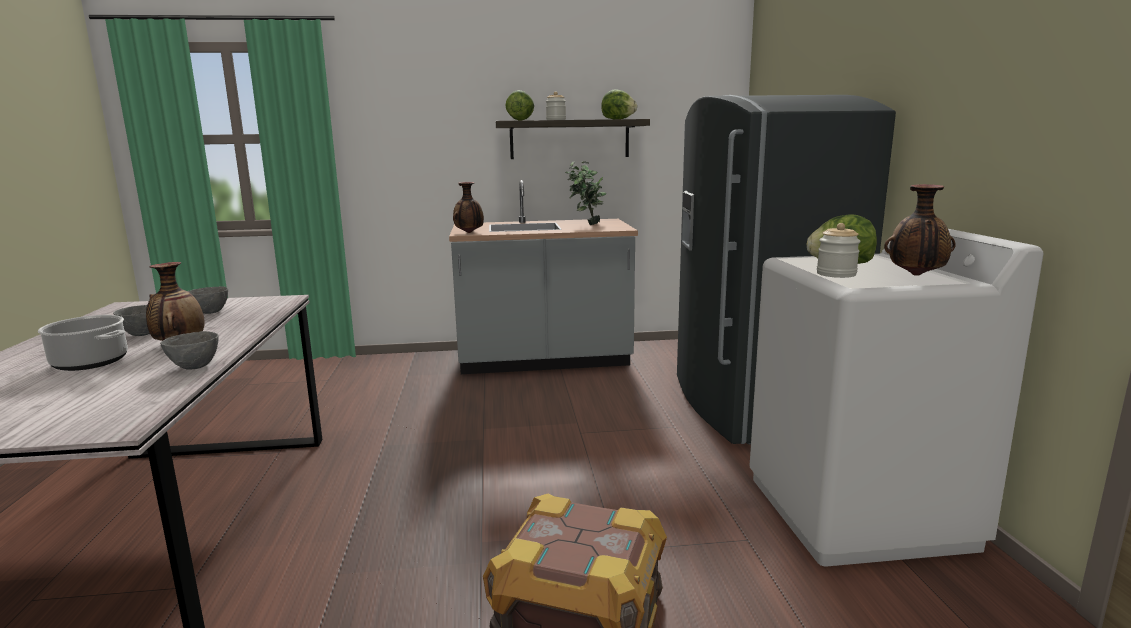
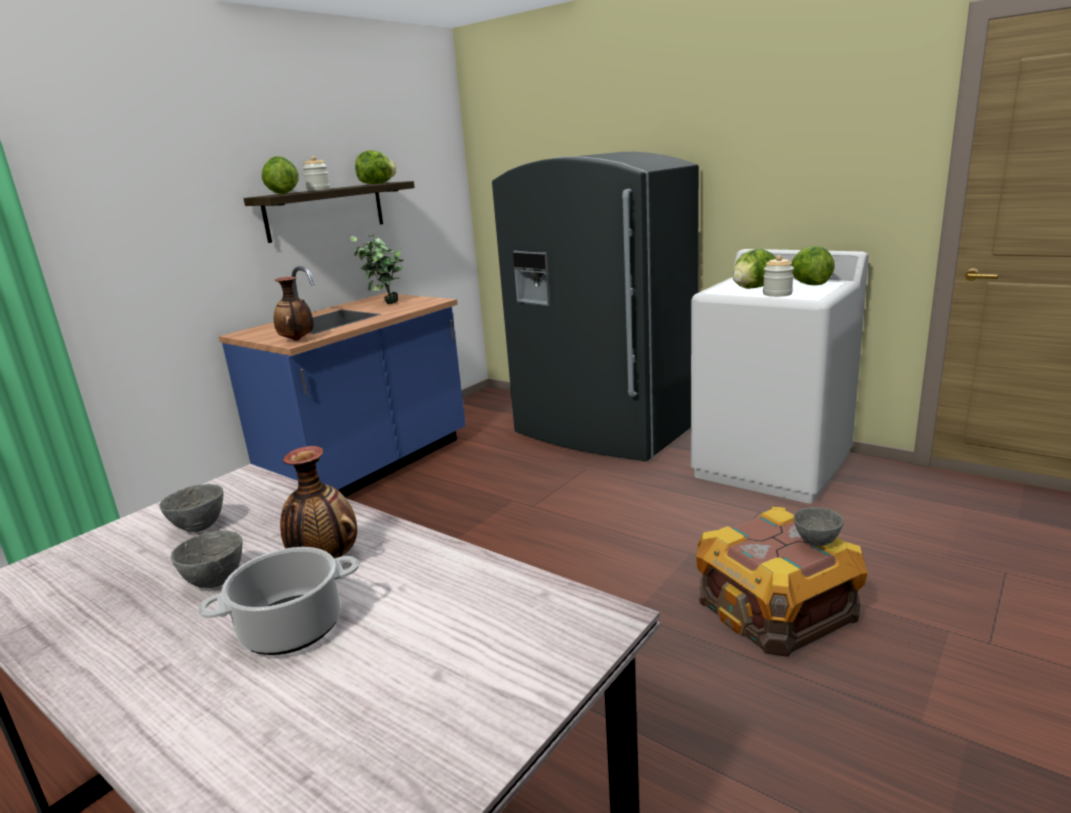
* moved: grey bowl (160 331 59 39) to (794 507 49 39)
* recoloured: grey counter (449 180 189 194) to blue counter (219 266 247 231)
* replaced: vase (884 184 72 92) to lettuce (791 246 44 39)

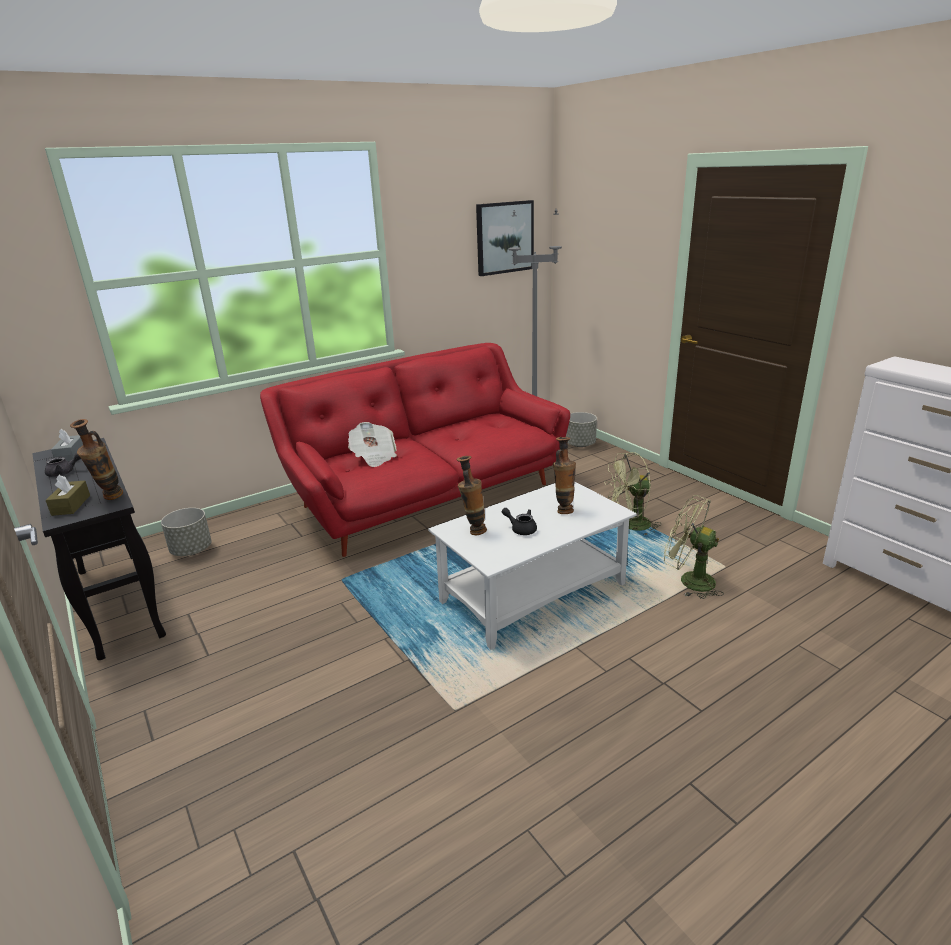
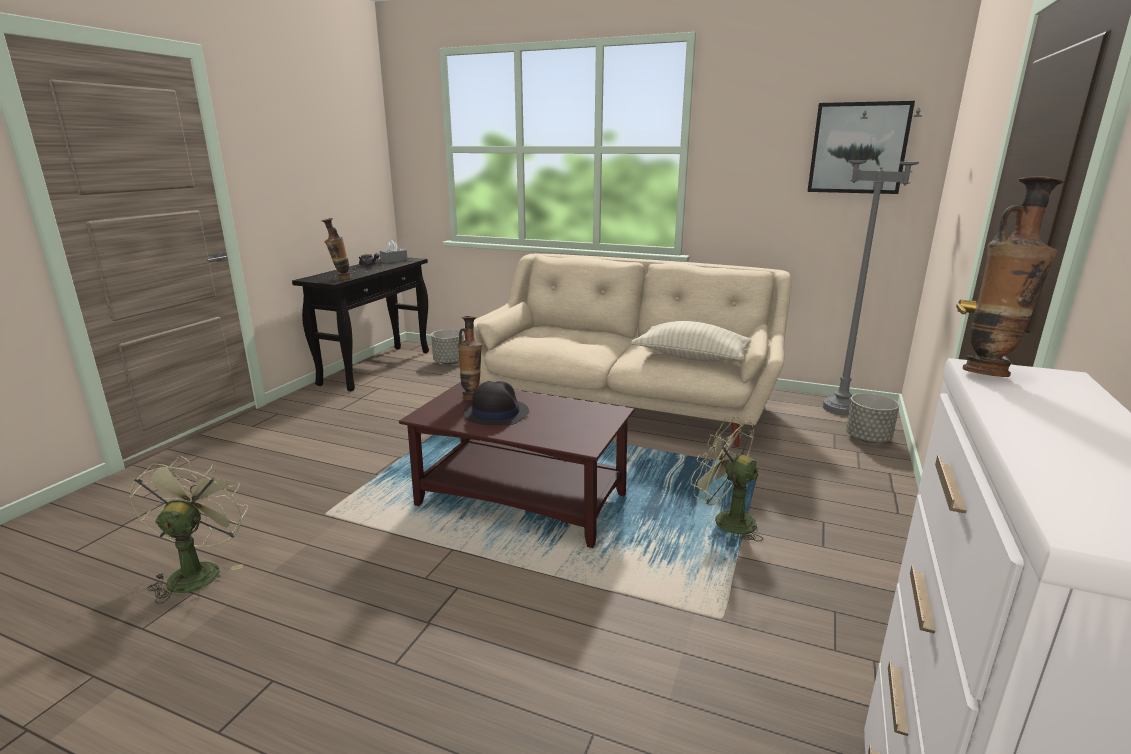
* removed: brown tissue box (46 474 44 42)
* recoloured: red sofa (260 343 310 214) to beige sofa (464 254 328 193)
* removed: newspaper (348 422 49 45)
* recoloured: white coffee table (428 482 209 168) to brown coffee table (399 382 235 166)
* replaced: black teapot (502 508 35 27) to black hat (463 381 66 44)
* moved: vase (553 437 23 77) to (963 177 100 200)
* moved: green fan (664 495 60 104) to (130 456 118 148)
* added: beige pillow (631 321 121 40)

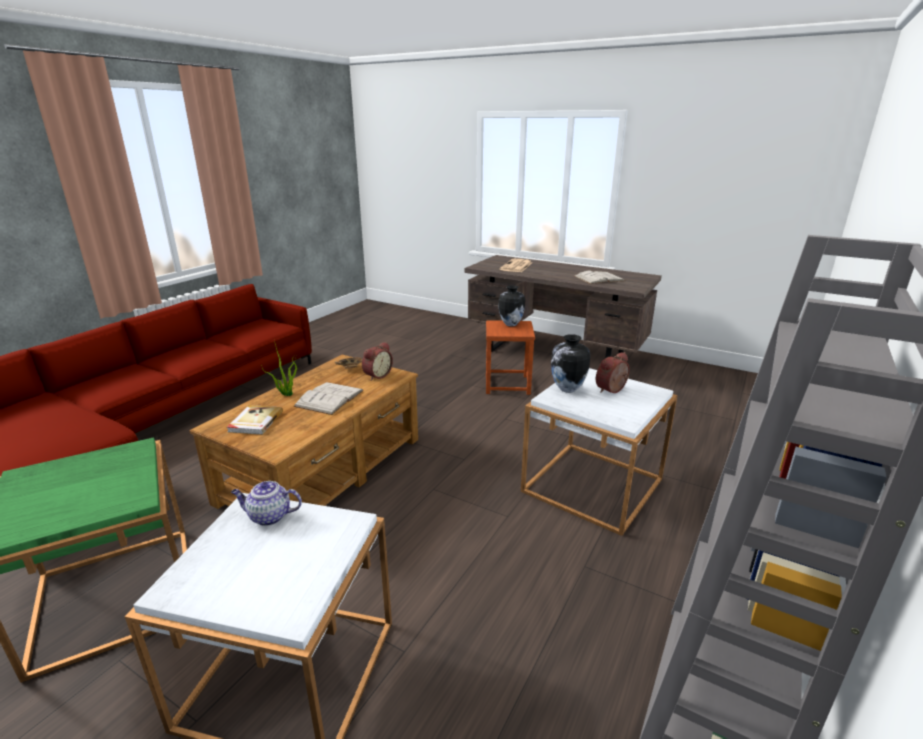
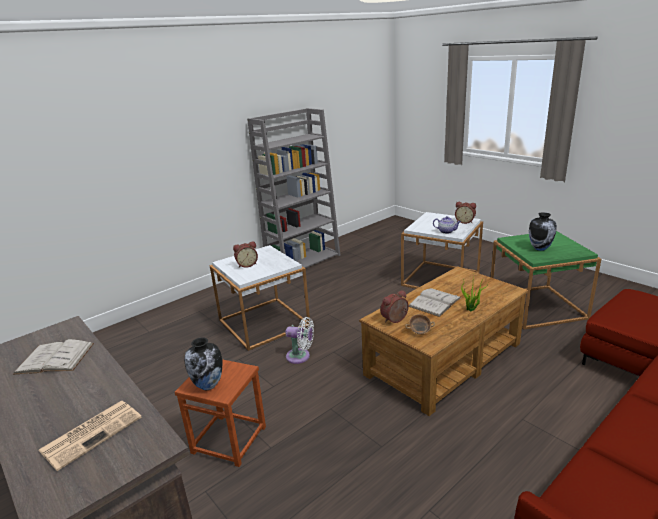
* removed: book (227 405 56 30)
* moved: vase (551 334 39 59) to (529 212 28 39)
* added: white fan (285 317 29 47)
* added: alarm clock (455 202 21 22)

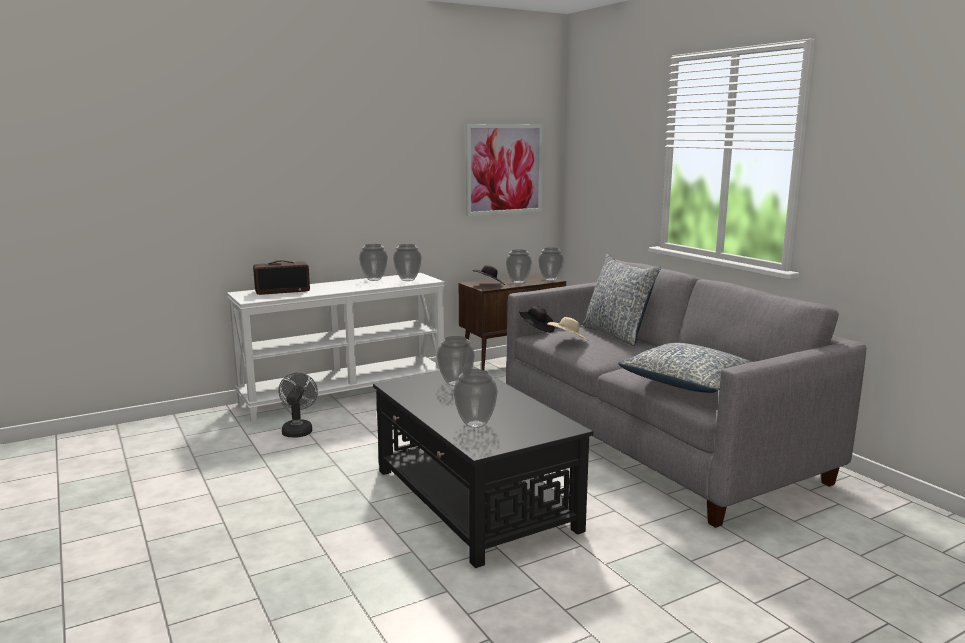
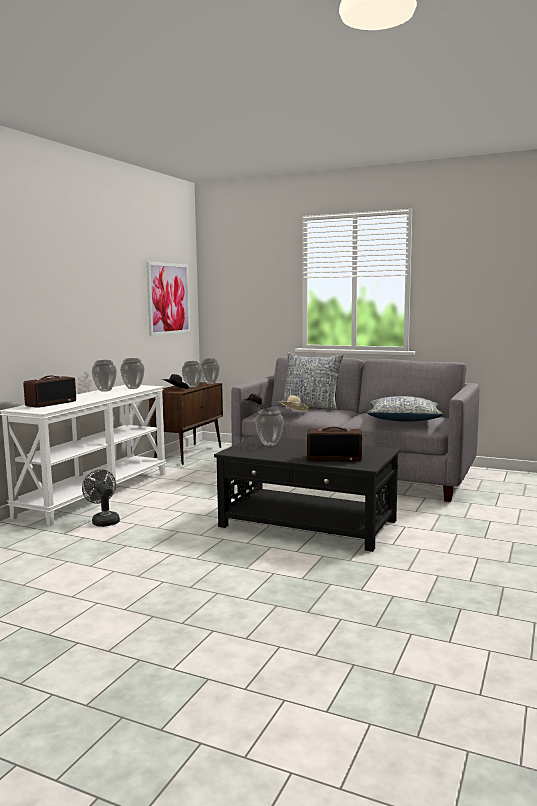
* replaced: vase (453 369 45 59) to radio (307 427 55 34)

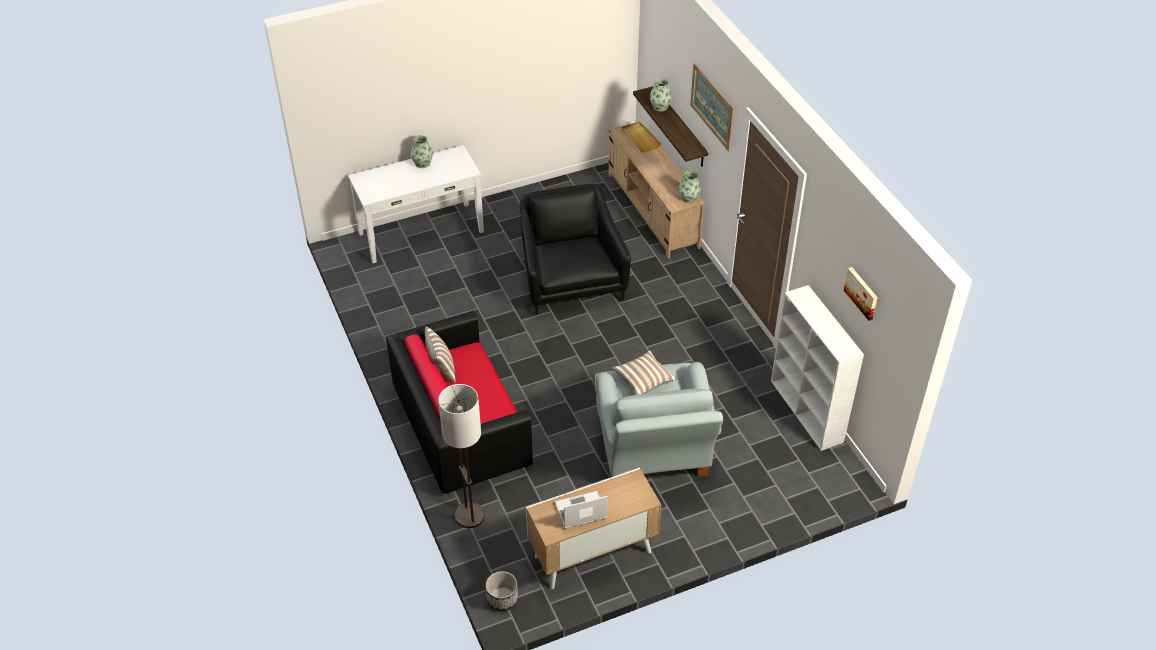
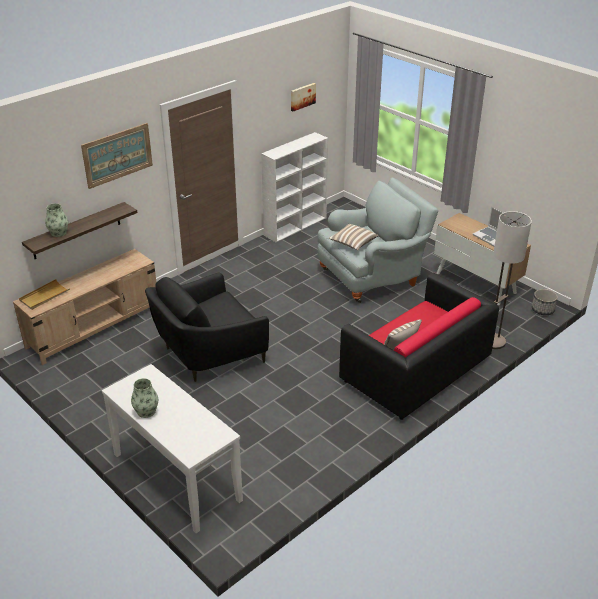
* removed: vase (679 171 22 32)

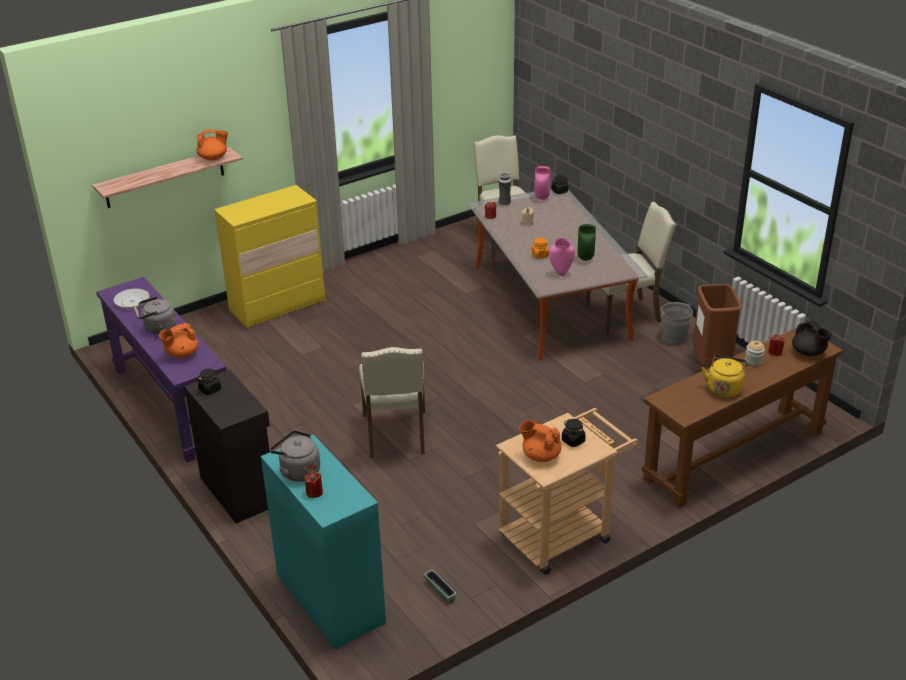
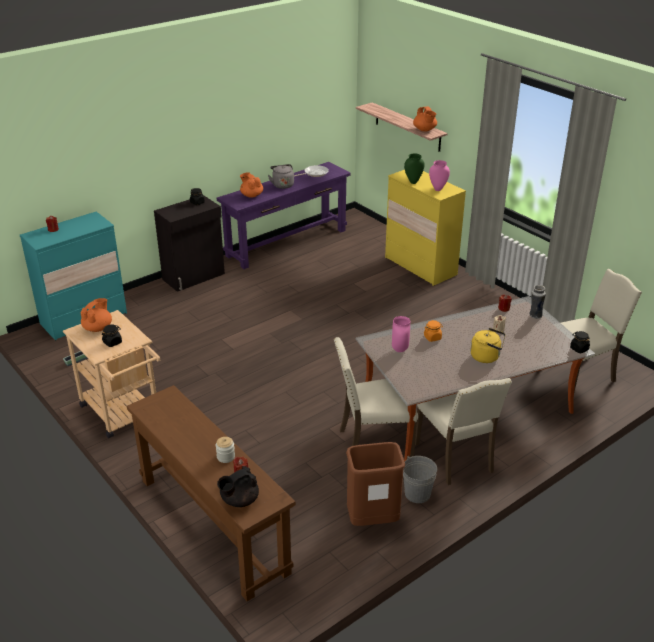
* removed: grey kettle (270 430 50 52)
* moved: beige chair (359 347 66 111) to (334 337 84 120)
* moved: pink vase (535 166 16 34) to (429 160 21 31)
* moved: green vase (577 224 19 37) to (404 154 20 30)
* moved: yellow kettle (702 354 46 43) to (471 328 34 35)

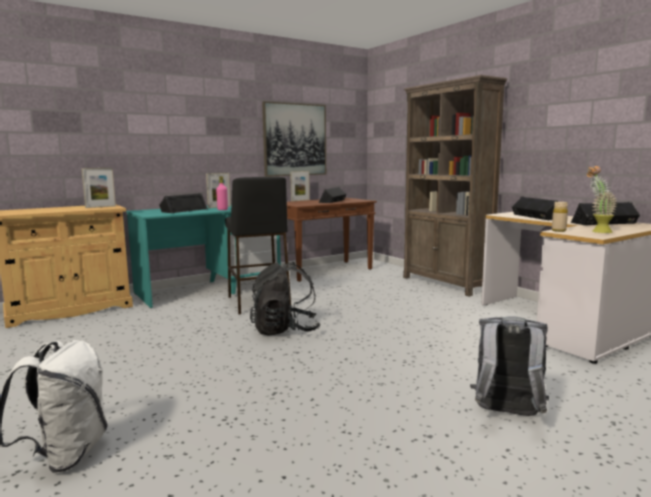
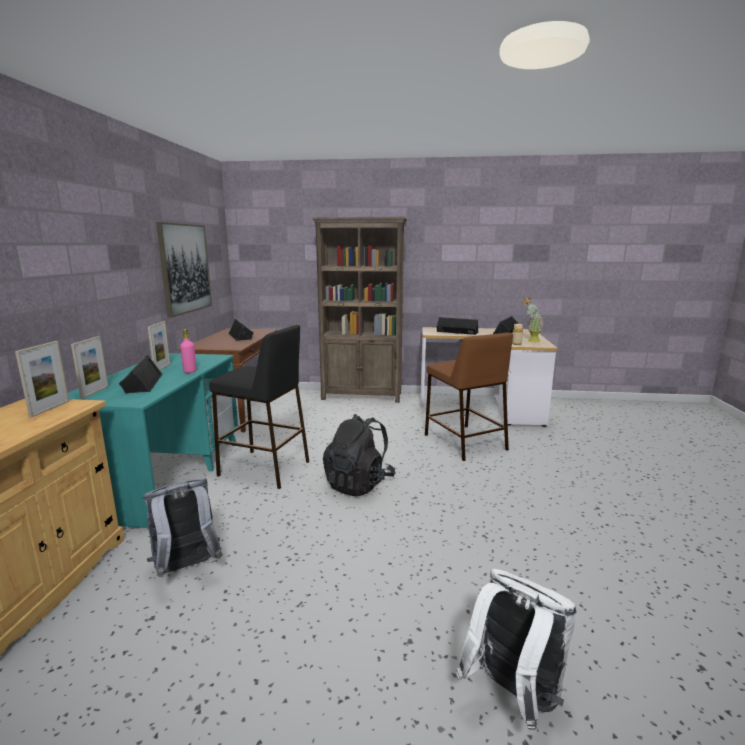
* moved: picture frame (290 171 20 30) to (71 336 37 63)
* moved: grey backpack (470 316 79 100) to (143 478 80 99)
* added: brown stool (425 333 88 128)

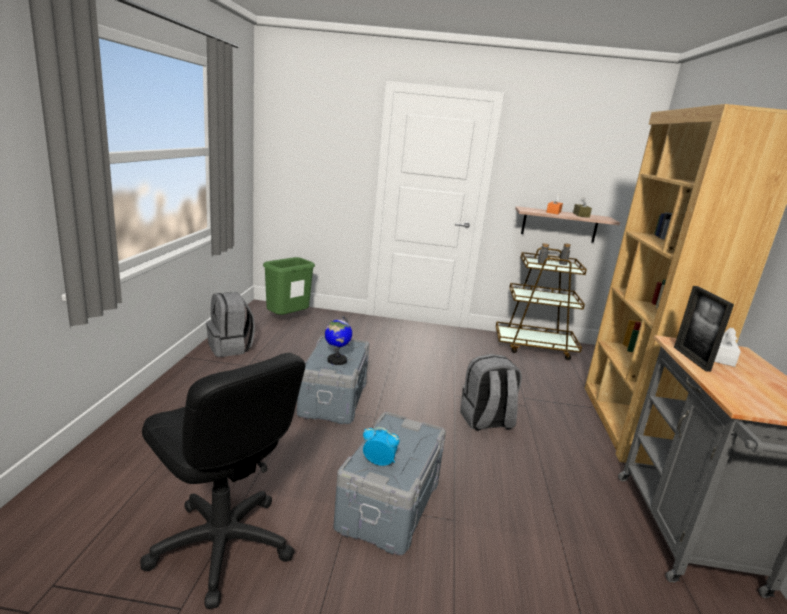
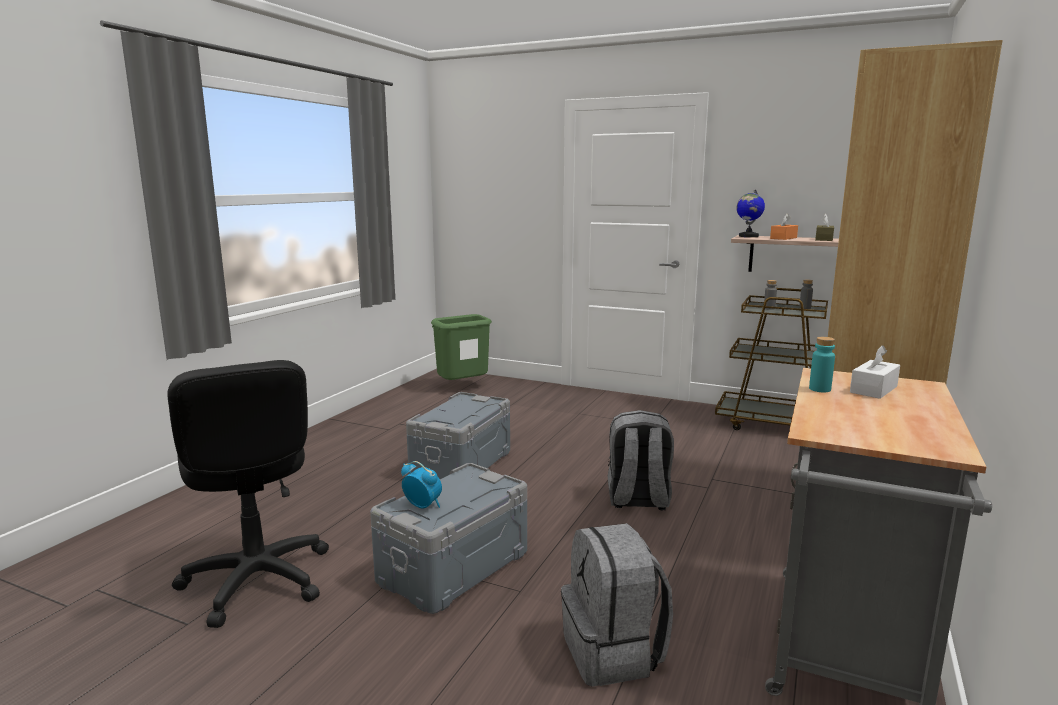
* moved: grey backpack (206 292 49 65) to (561 523 112 164)
* moved: globe (325 316 27 49) to (736 189 29 48)
* replaced: picture frame (674 286 60 86) to turquoise bottle (809 337 26 55)

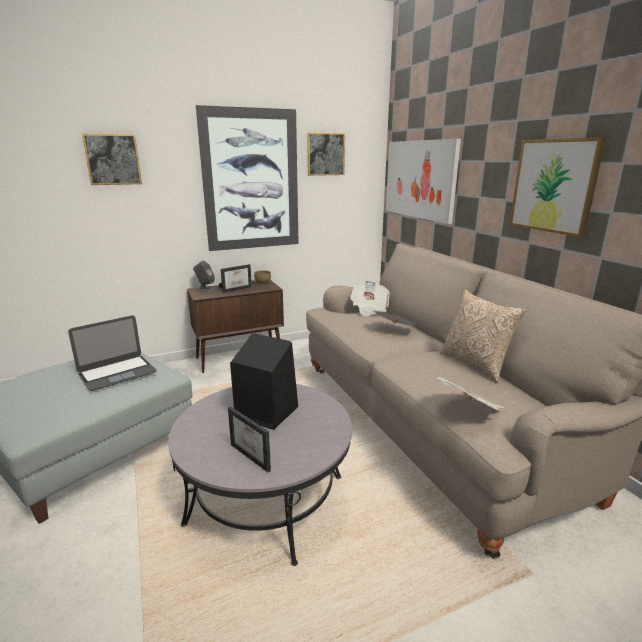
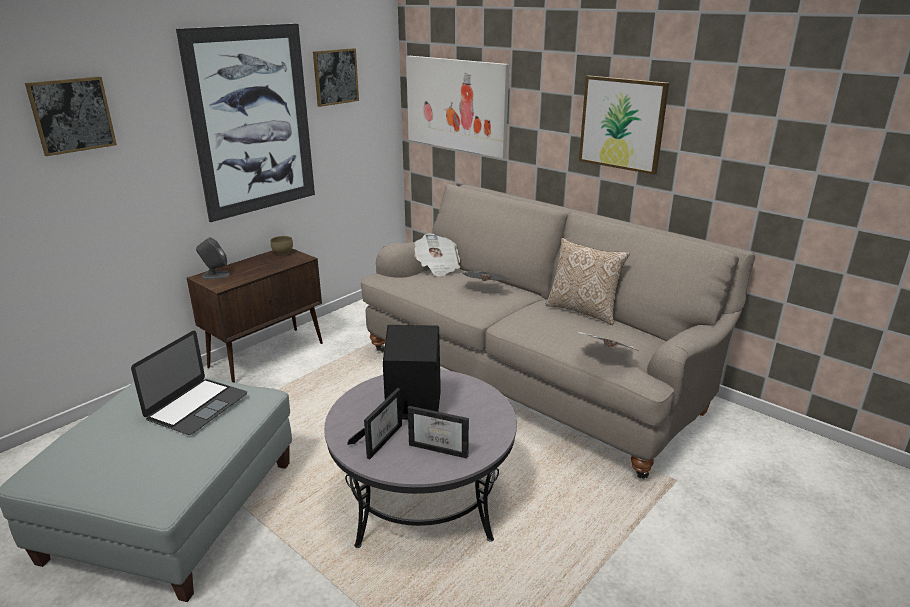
* moved: picture frame (219 264 33 29) to (347 388 55 71)

